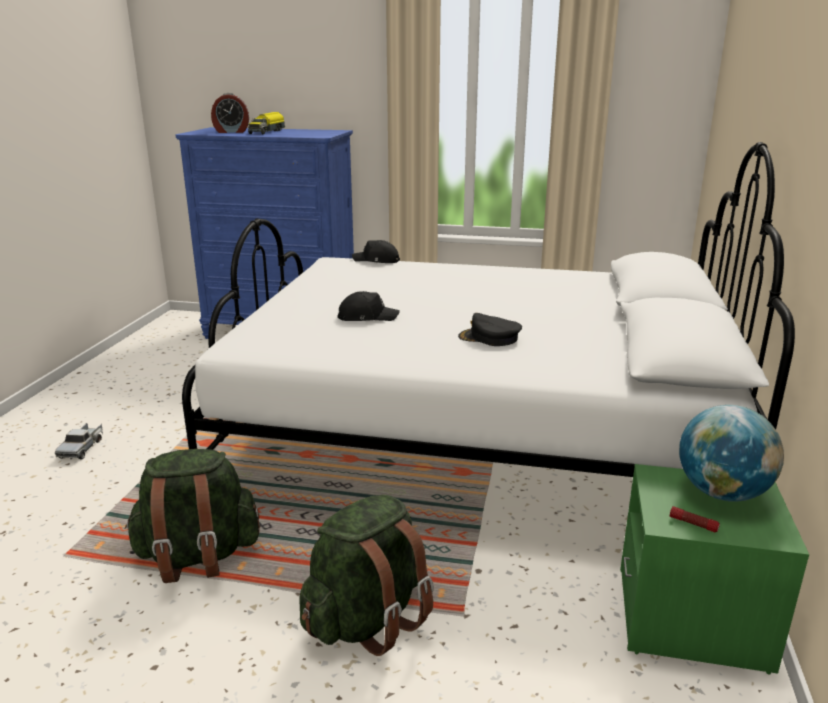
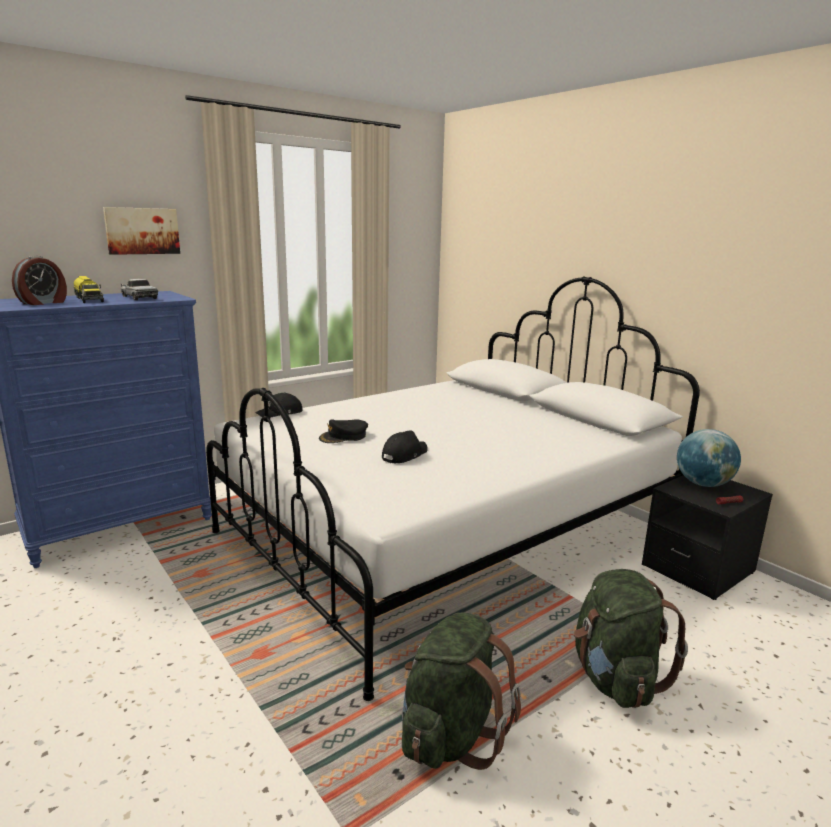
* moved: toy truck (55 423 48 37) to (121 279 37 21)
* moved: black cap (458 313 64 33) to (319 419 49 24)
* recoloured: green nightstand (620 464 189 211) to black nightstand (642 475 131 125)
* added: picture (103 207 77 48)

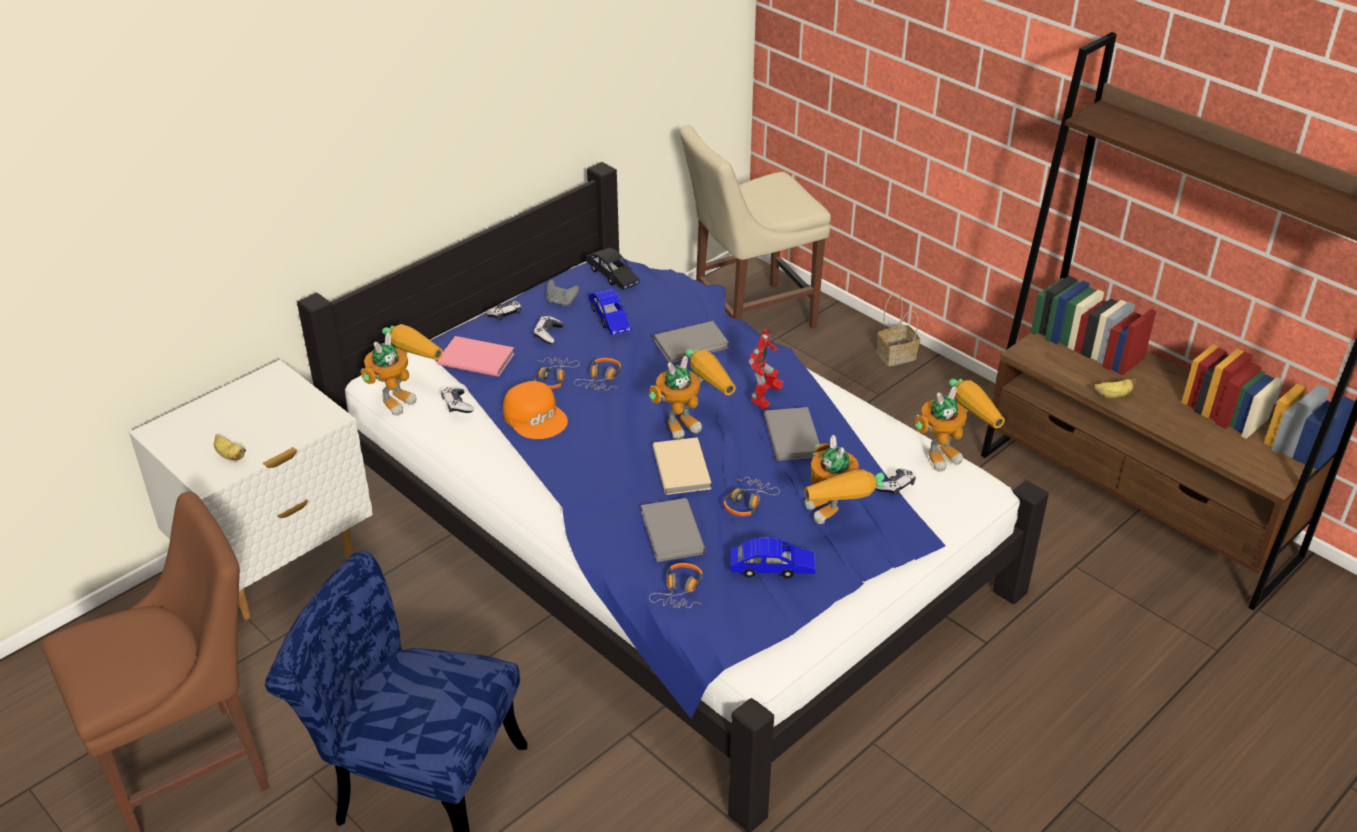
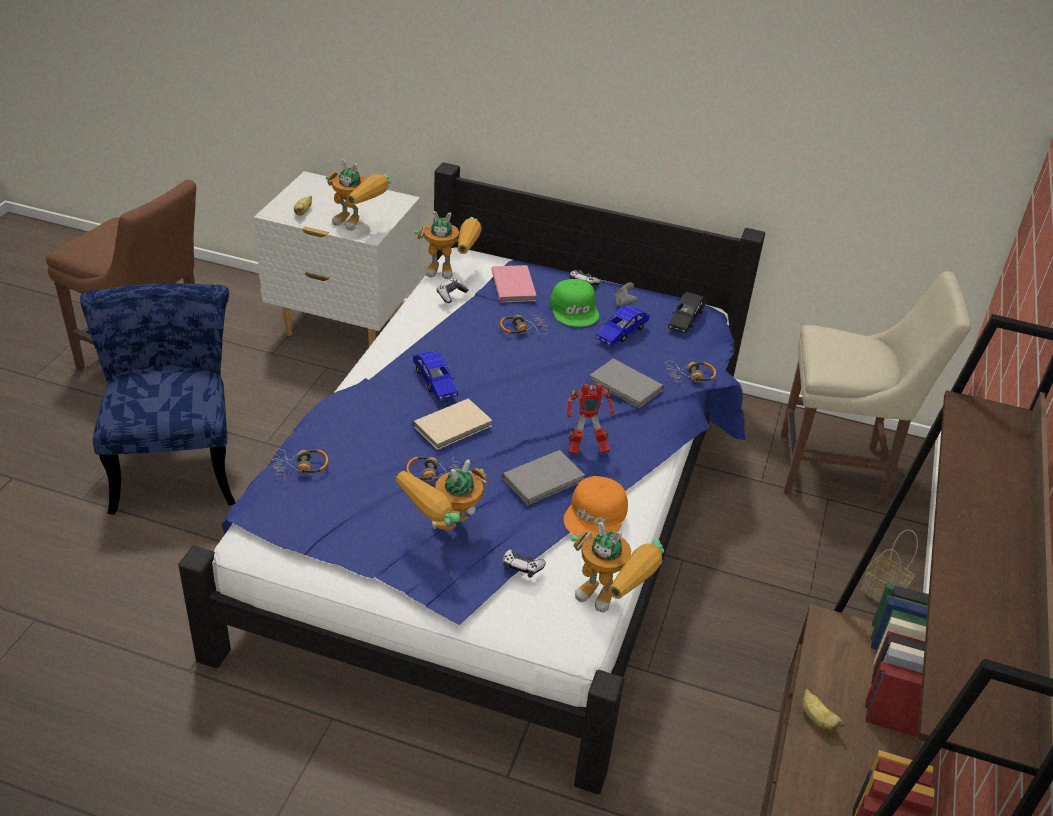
* moved: orange cap (503 381 65 58) to (564 476 64 60)
* replaced: game controller (534 316 29 28) to green cap (550 279 49 48)
* moved: headphones (574 358 47 32) to (665 361 51 25)
* removed: grey book (641 498 65 64)
* moved: toy robot (649 349 87 91) to (326 159 65 72)
* turned: beige chair (680 125 151 204) = (780 271 191 235) 150 degrees clockwise
* moved: blue toy car (730 538 85 41) to (413 351 45 50)

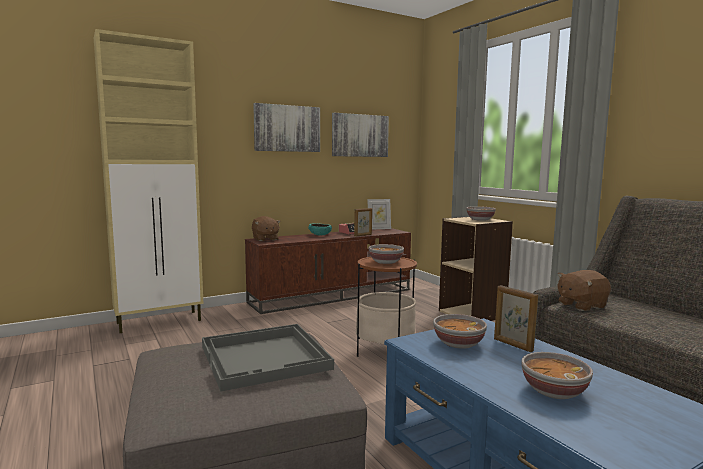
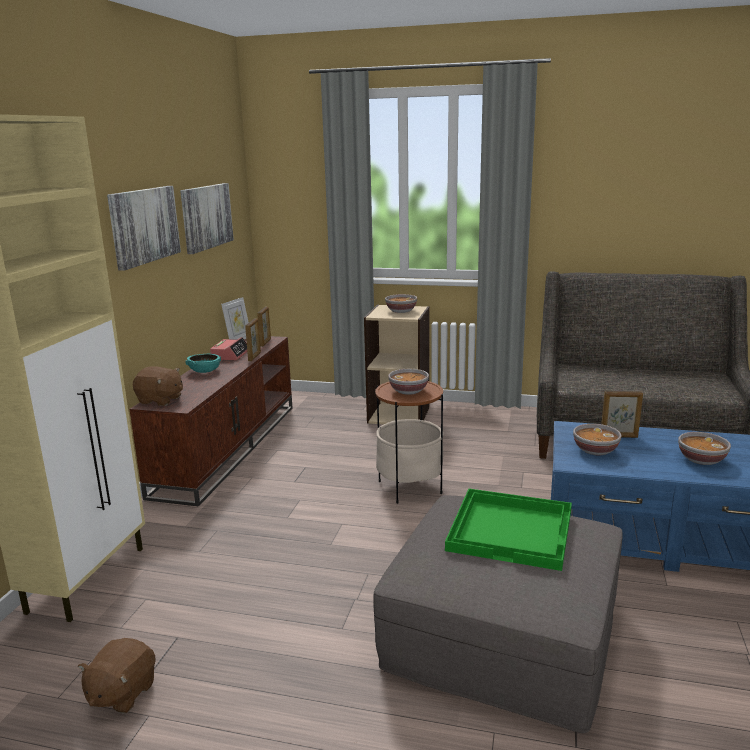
* recoloured: grey tray (202 324 132 68) to green tray (445 489 127 82)
* moved: brown plush toy (558 270 53 41) to (78 638 78 76)
* added: picture frame (257 307 14 40)

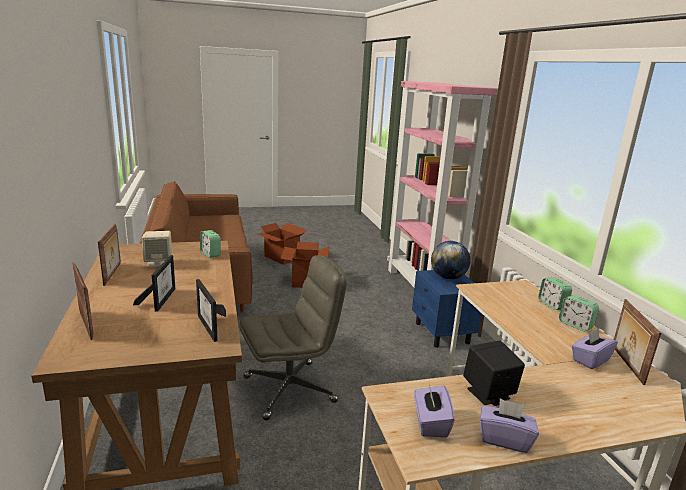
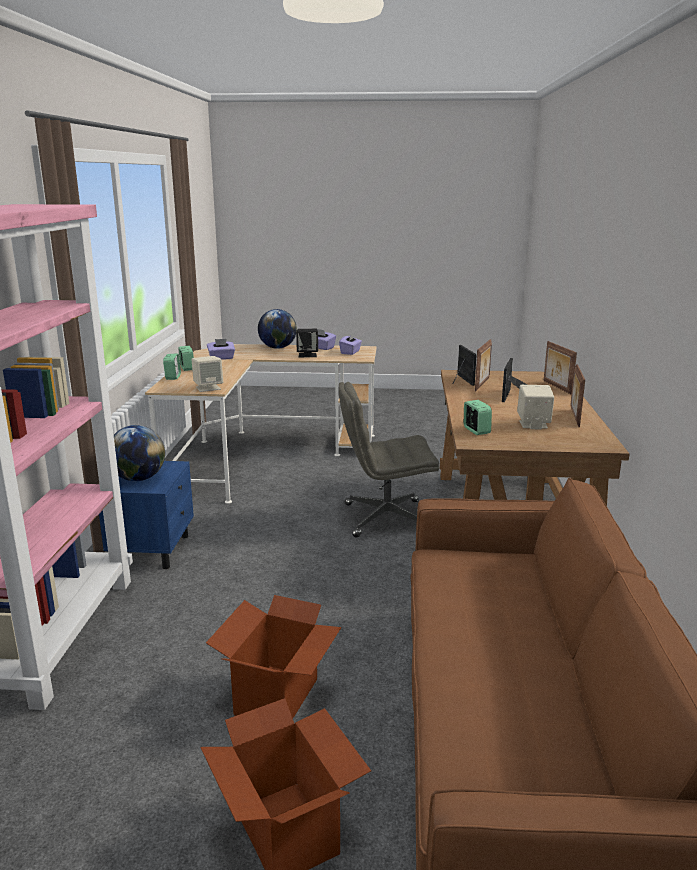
* moved: picture frame (614 299 47 86) to (475 339 17 52)
* added: beige speaker (191 356 32 36)
* added: globe (258 309 39 40)

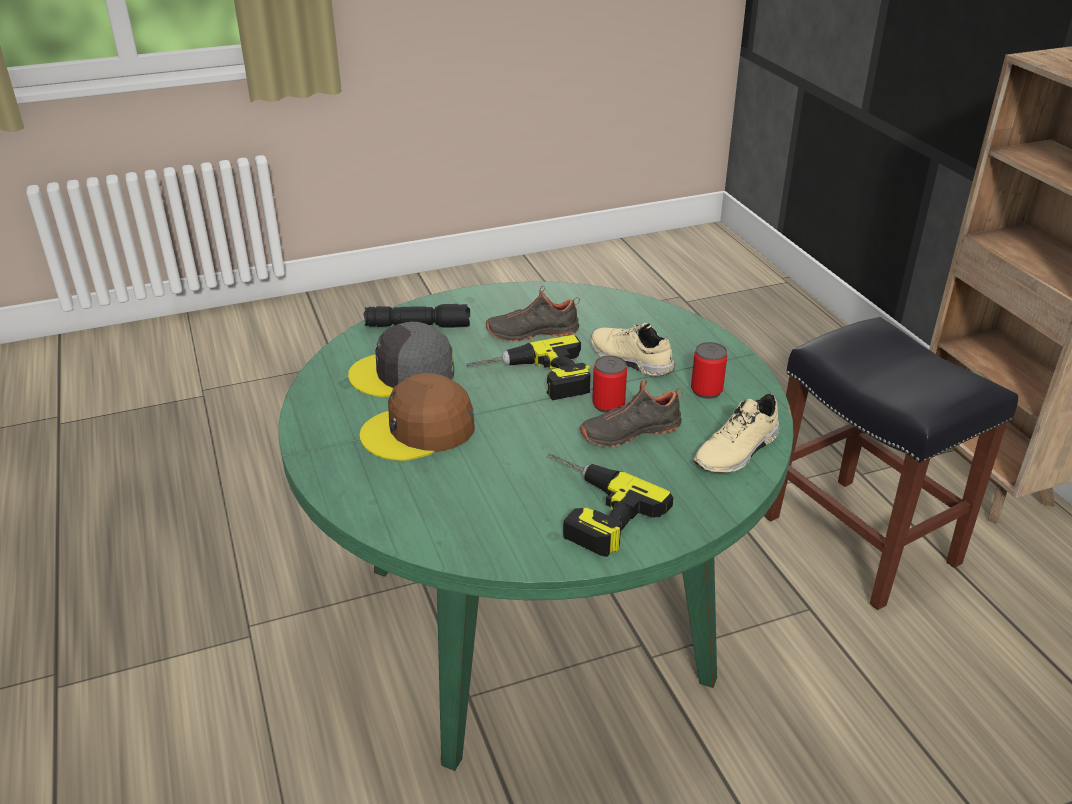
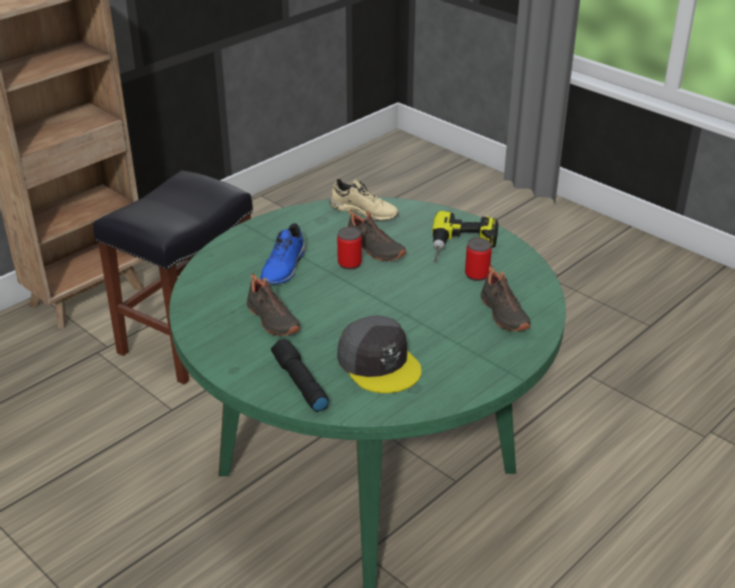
* removed: brown cap (360 373 115 88)
* removed: power drill (466 335 125 65)
* recoloured: beige shoe (591 323 84 53) to blue shoe (260 223 46 61)
* moved: can (691 342 36 57) to (465 238 27 43)
* added: black shoe (481 266 50 65)

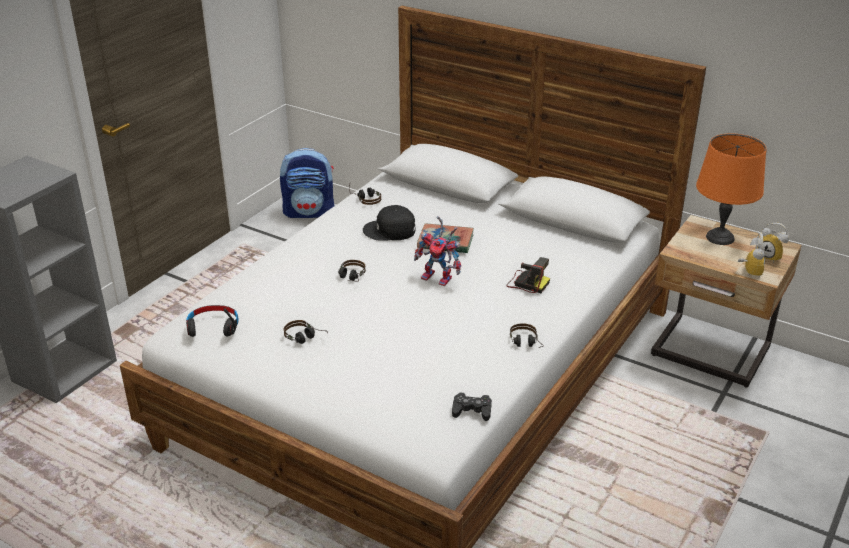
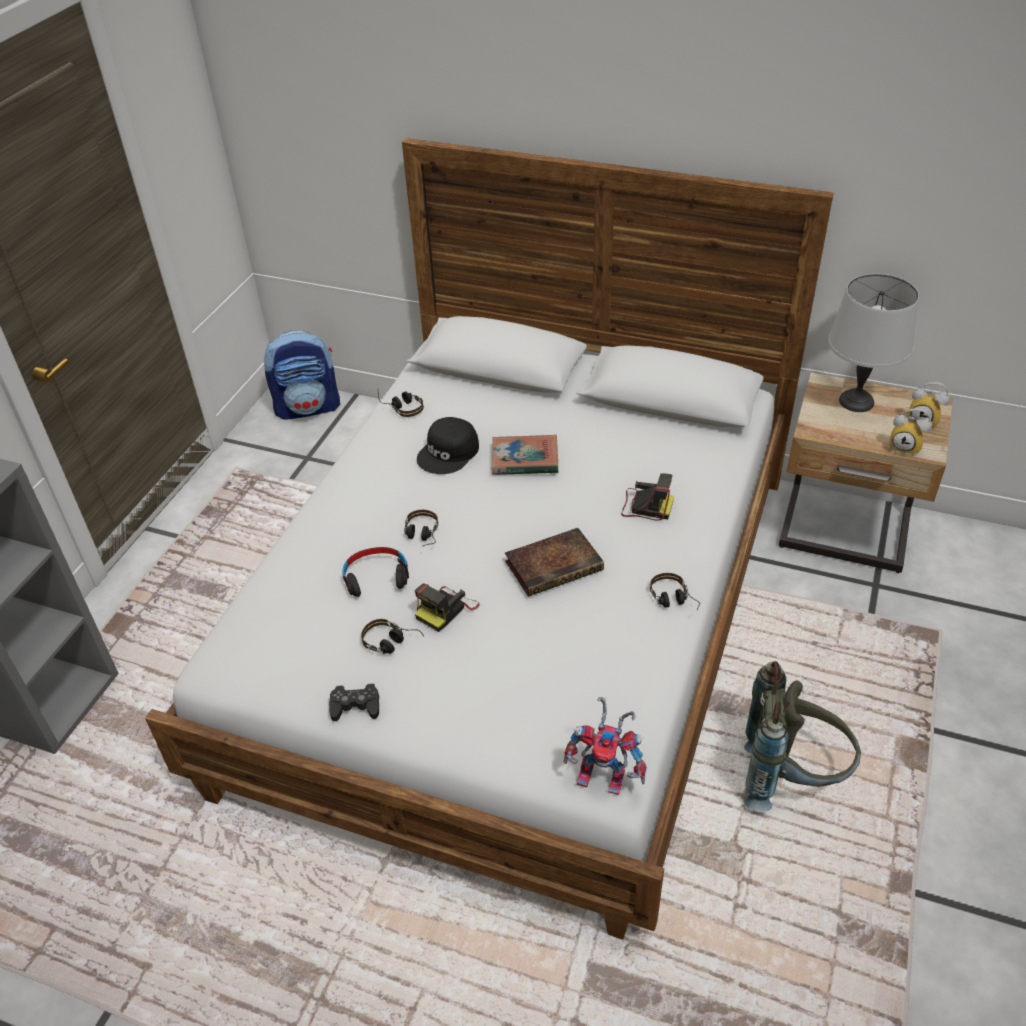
* moved: black headphones (186 305 53 32) to (342 547 67 50)
* turned: black cap (363 205 53 36) = (417 417 62 57) 45 degrees counterclockwise
* moved: toy robot (414 216 47 70) to (564 697 83 98)
* moved: black game controller (452 392 40 29) to (329 684 50 37)
* recoloured: orange table lamp (696 133 70 112) to grey table lamp (828 274 91 138)
* turned: alarm clock (738 233 27 45) = (889 408 43 48) 120 degrees clockwise
* added: photo camera (415 583 65 49)
* added: book (505 528 99 69)
* added: grey backpack (744 661 117 151)

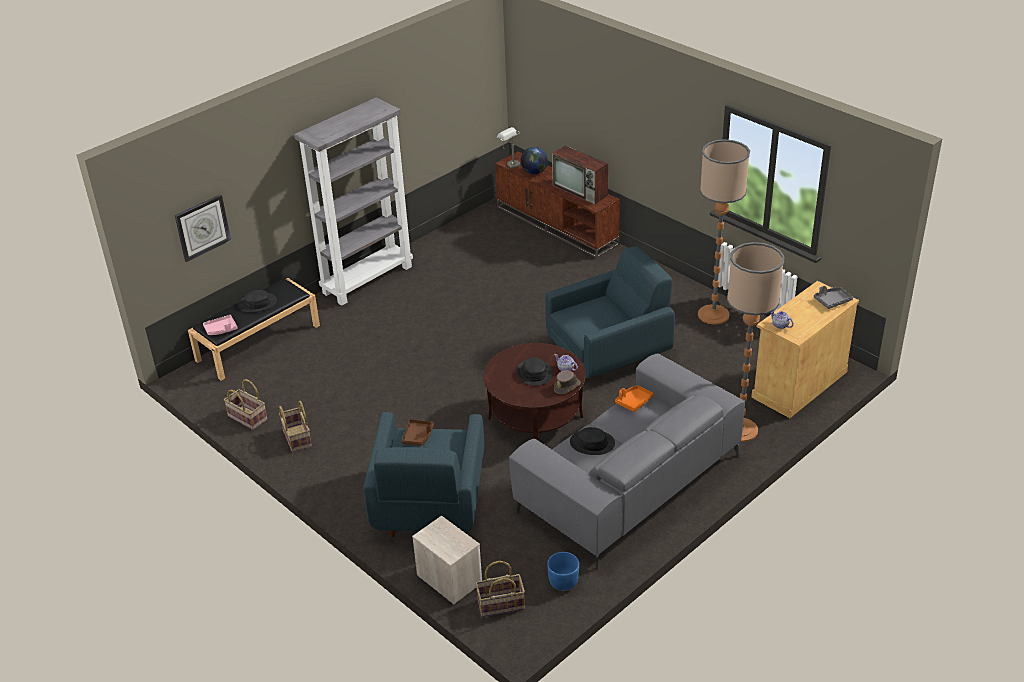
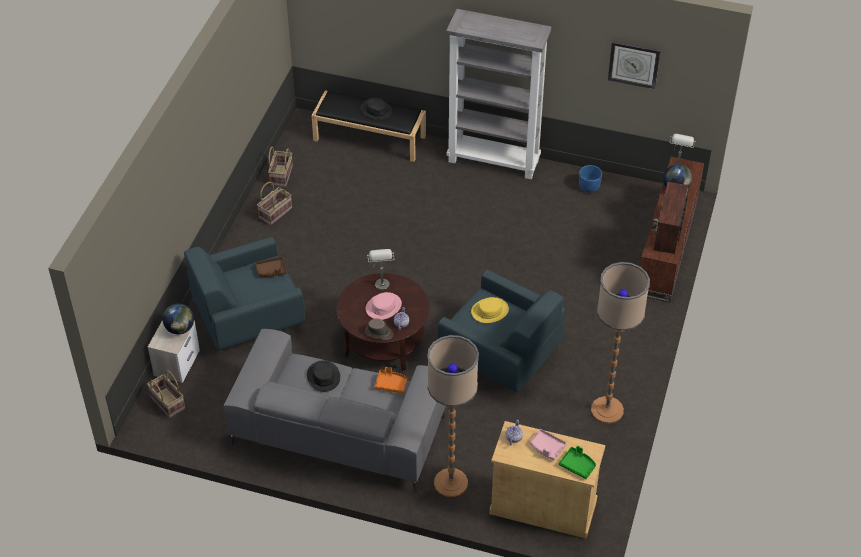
* moved: wall clock (174 194 57 68) to (608 41 52 48)
* moved: pink tray (203 315 35 20) to (530 429 37 32)
* recoloured: black hat (517 357 36 29) to pink hat (366 292 36 28)
* moved: blue planter (547 552 32 39) to (579 165 23 28)
* recoloured: grey tray (814 286 39 23) to green tray (559 446 37 33)
* added: globe (162 303 32 32)
* added: grey table lamp (367 249 28 42)
* added: yellow hat (471 297 38 26)

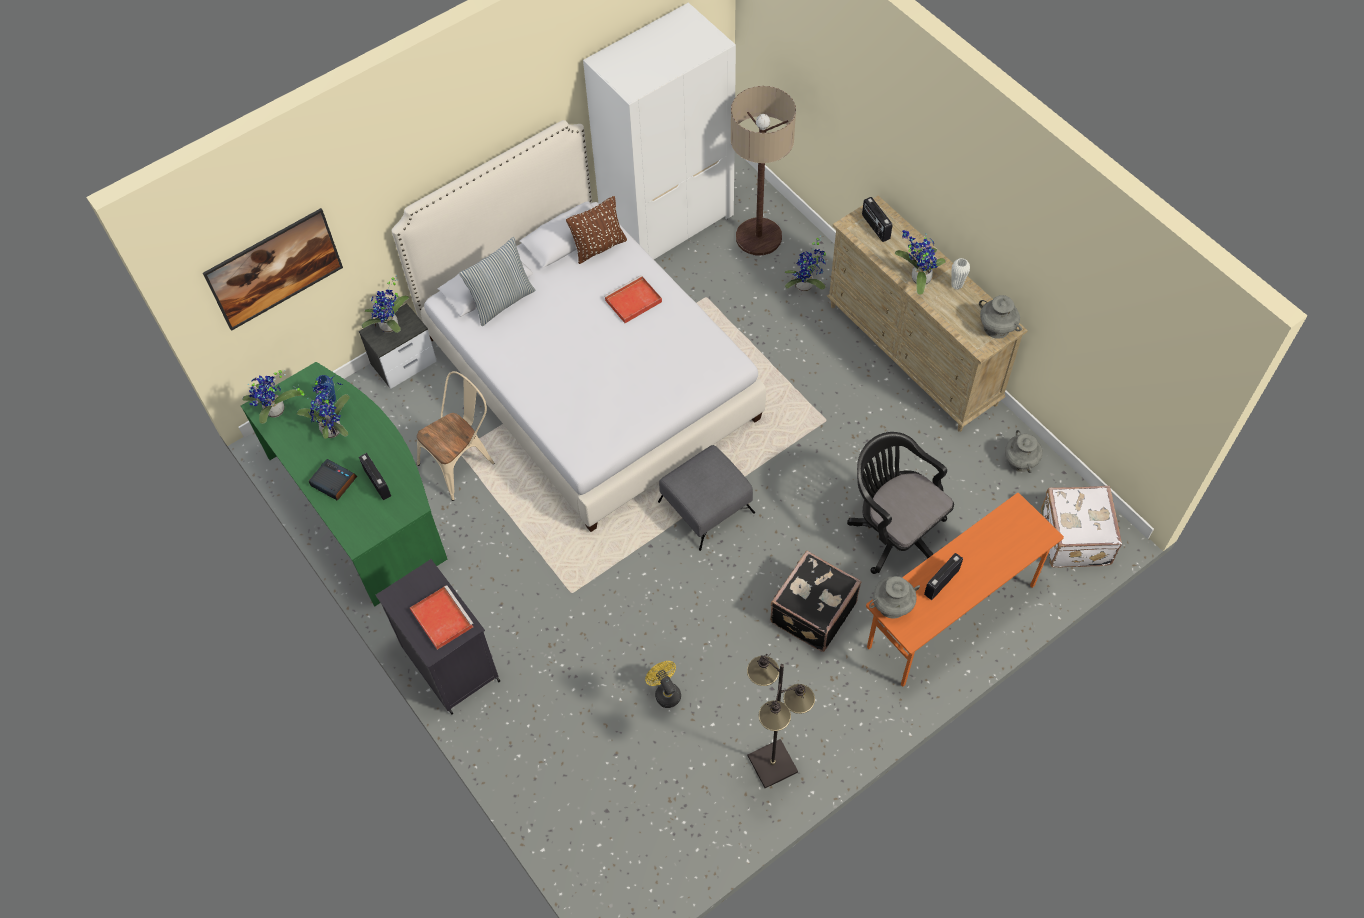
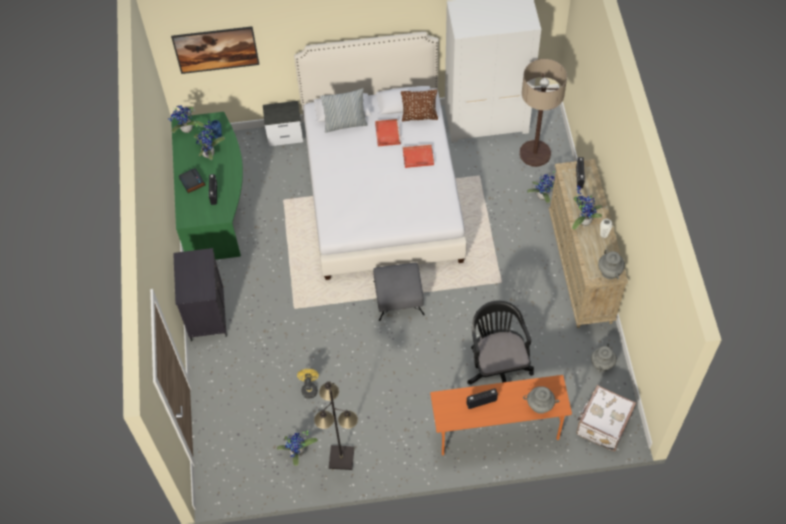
* moved: potted plant (361 275 48 58) to (277 431 41 35)
* moved: red tray (410 585 64 65) to (375 119 27 27)
* removed: beige chair (417 371 77 130)
* removed: black suitcase (770 551 91 101)
* moved: grey vase (869 576 51 43) to (523 386 36 28)

